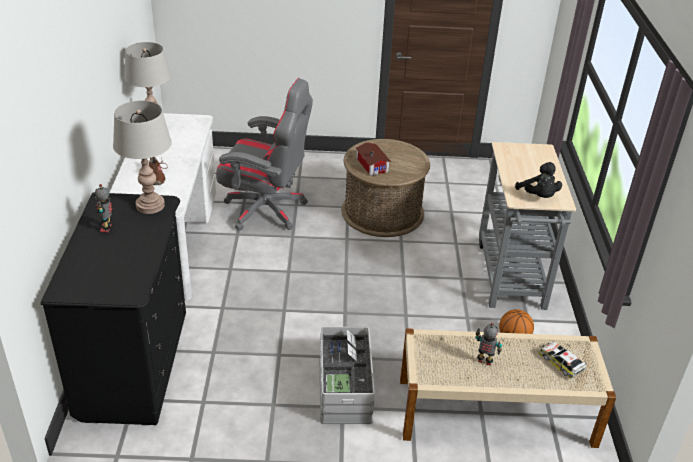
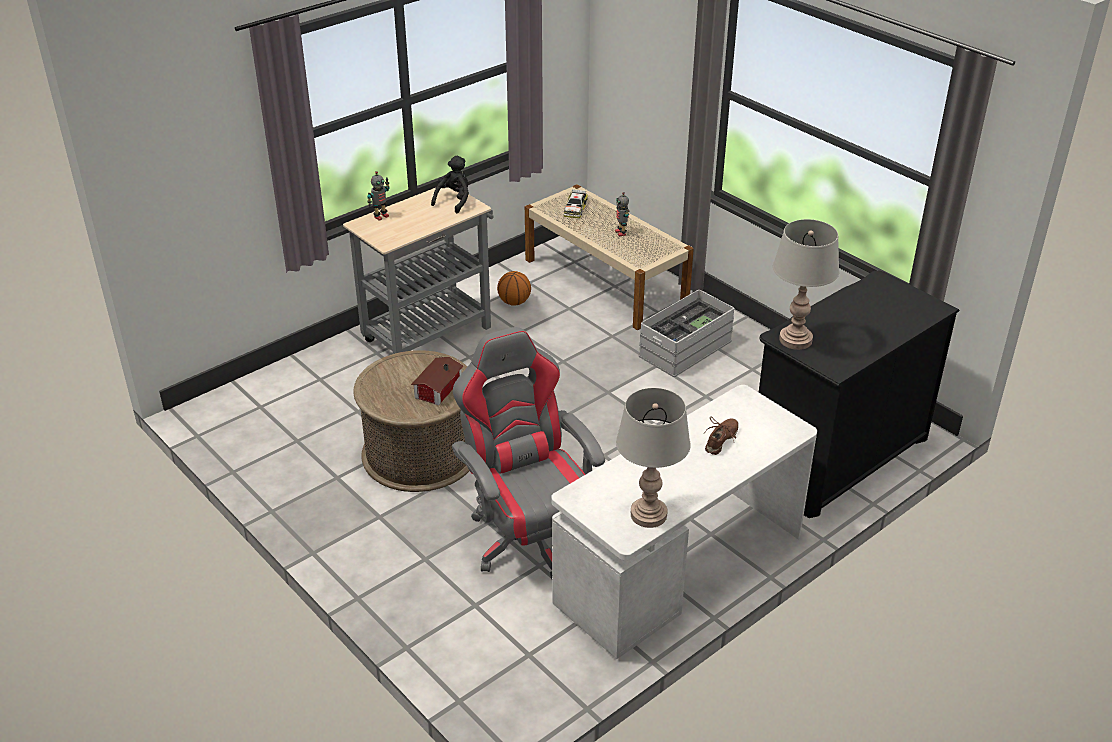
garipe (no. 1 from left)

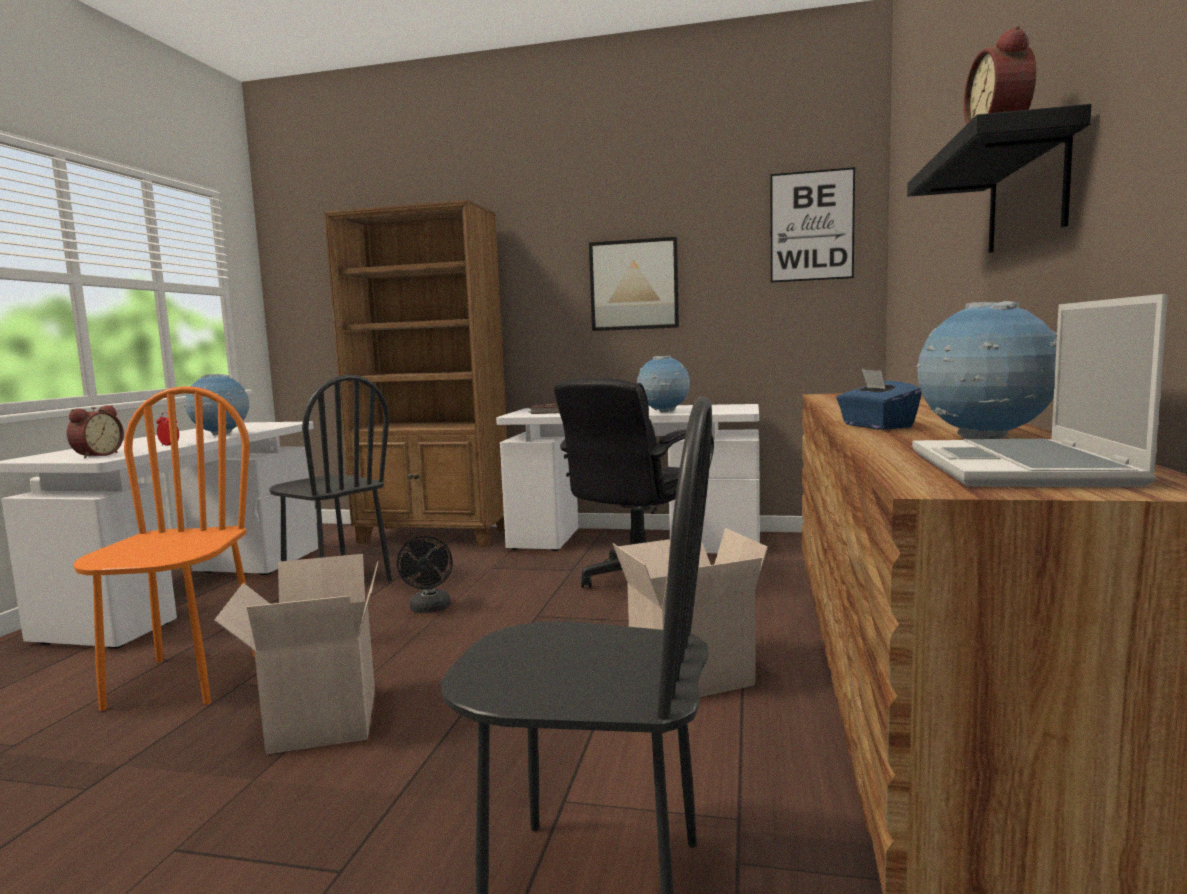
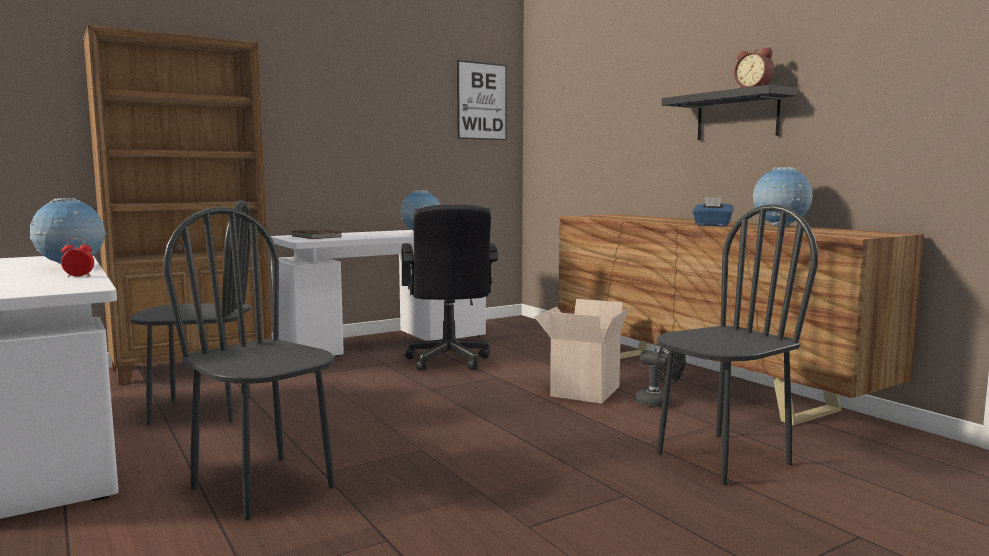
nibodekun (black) (no. 2 from left)
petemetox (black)
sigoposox (no. 1 from left in the first image)
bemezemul (no. 1 from left in the first image)
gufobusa (no. 1 from left in the first image)
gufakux

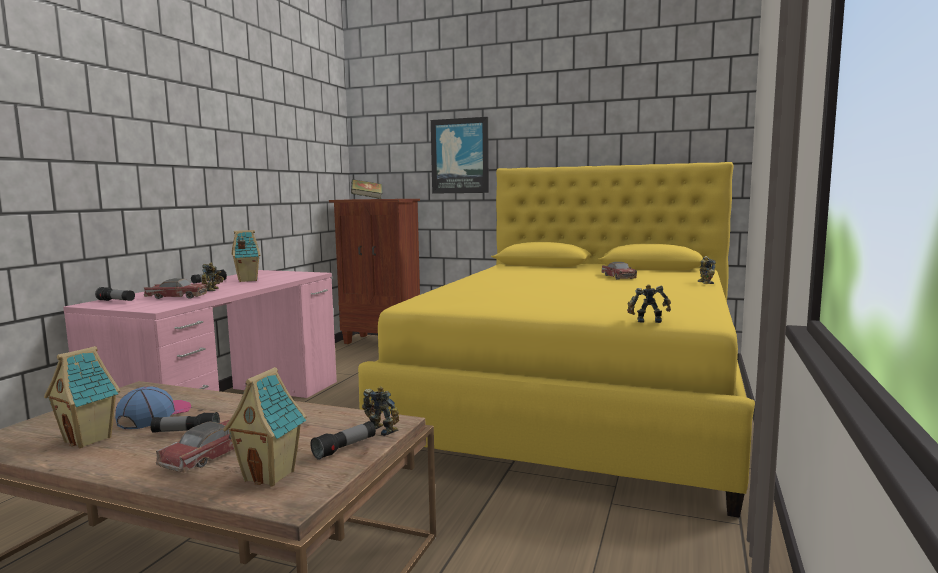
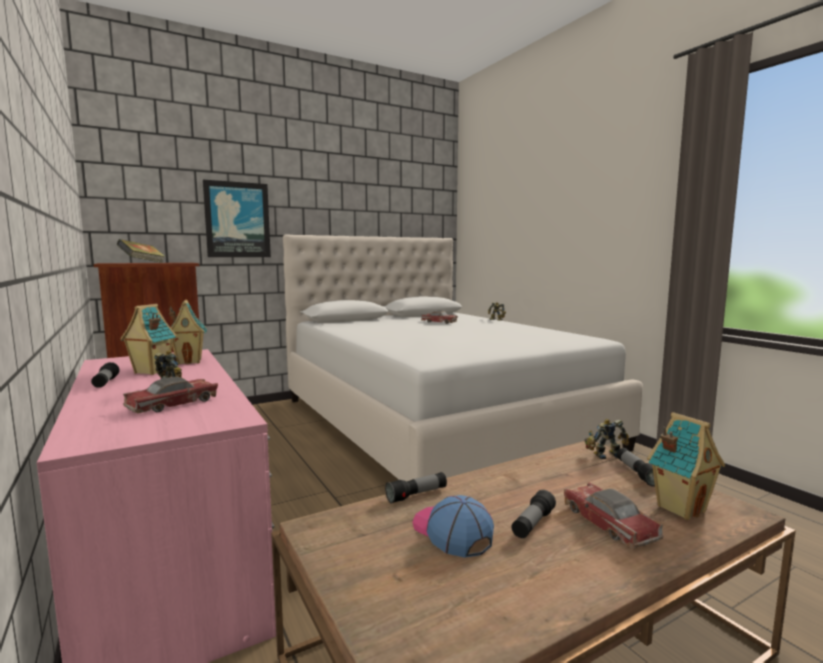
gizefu (no. 2 from left)
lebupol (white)
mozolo (no. 2 from left)
garipe (no. 3 from left in the first image)

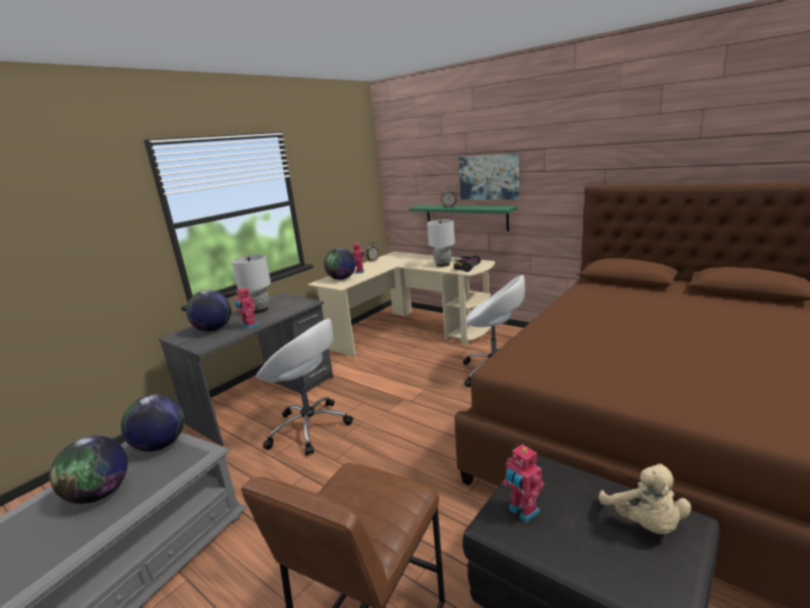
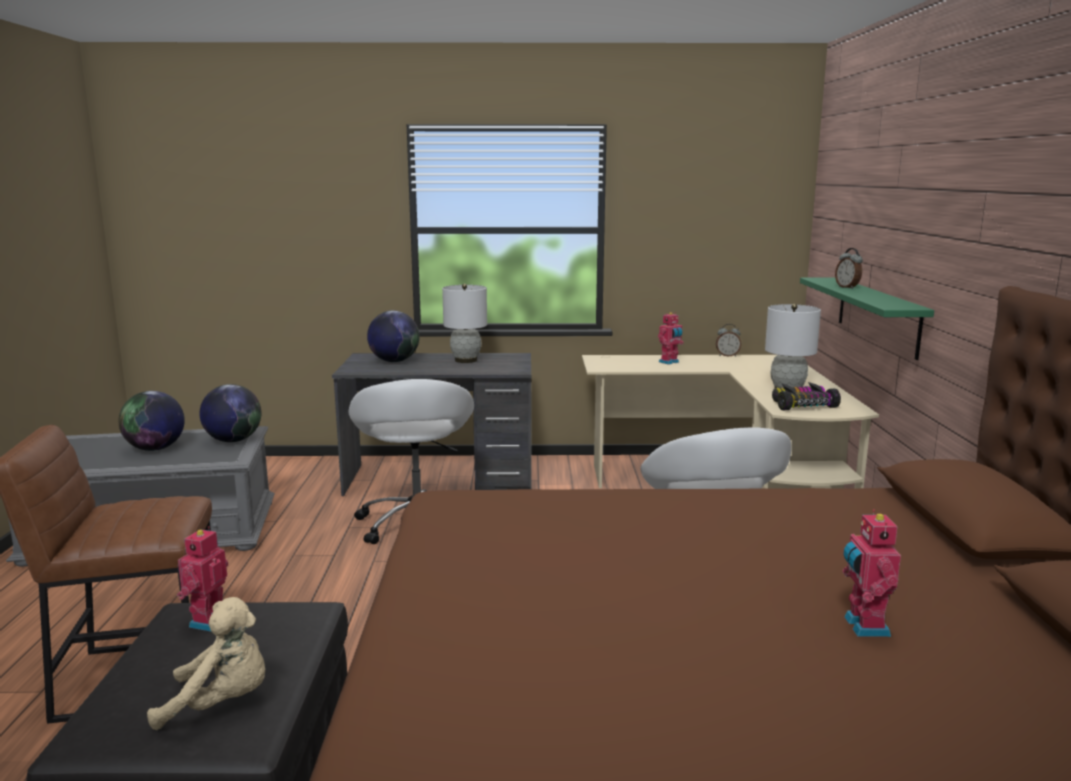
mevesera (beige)
garipe (no. 3 from left)
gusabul (no. 4 from left in the first image)
gufobusa

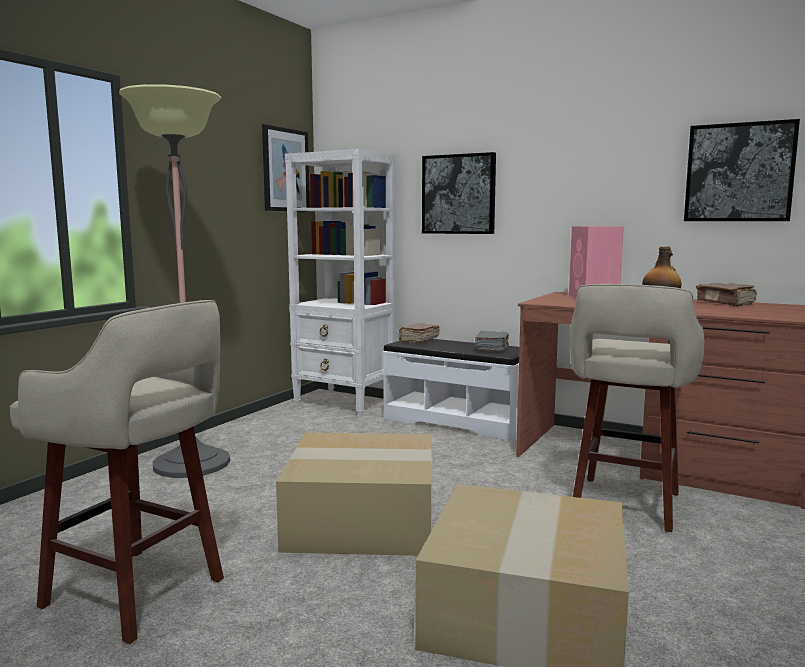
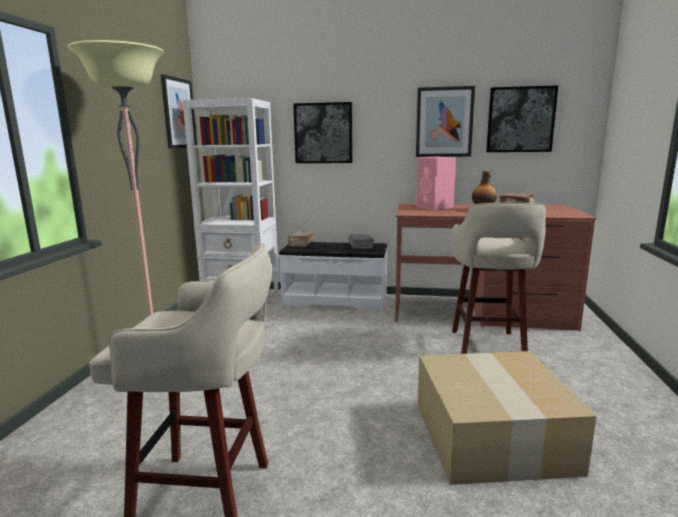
gufobusa (no. 3 from left)
bemezemul (no. 1 from left in the first image)

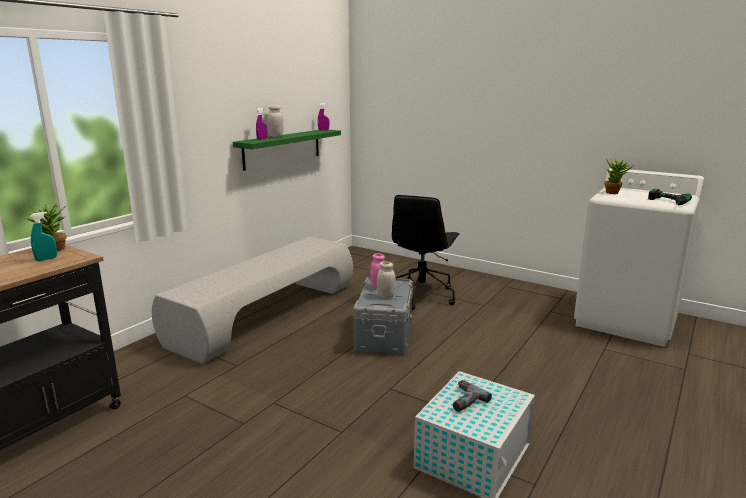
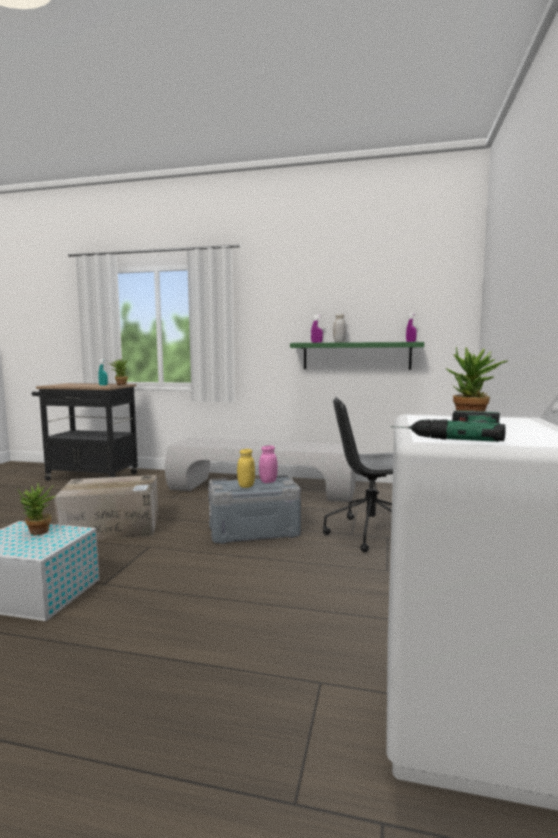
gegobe (no. 1 from left)
bemezemul
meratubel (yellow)

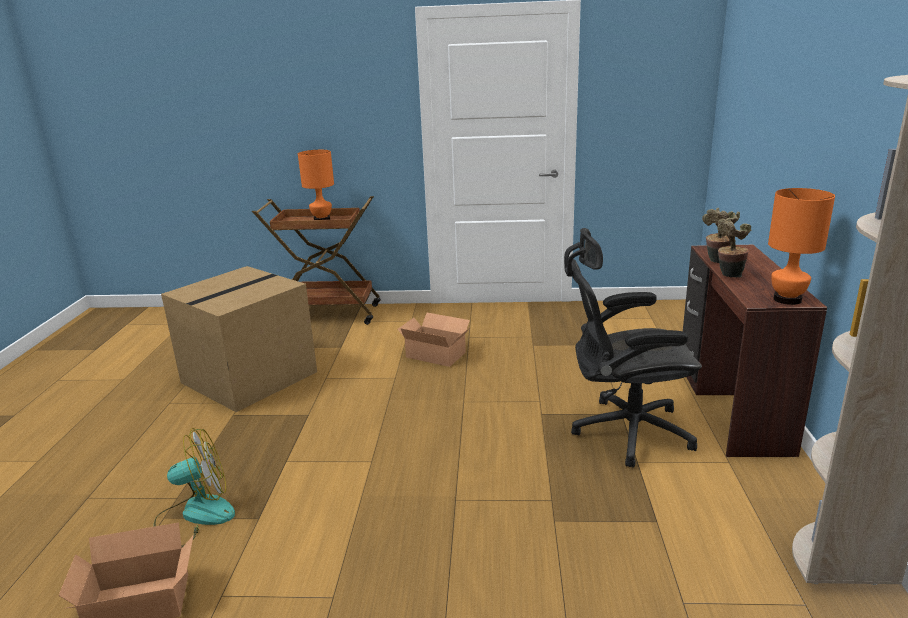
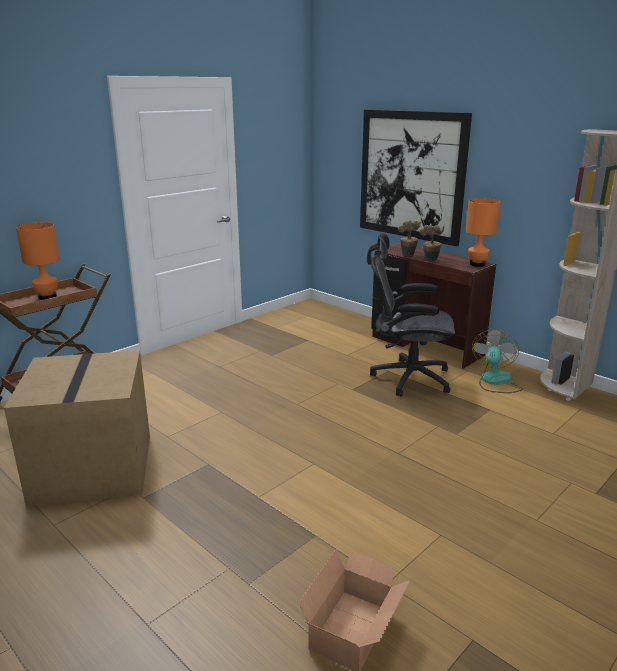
gufobusa
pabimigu
petemetox
bemezemul (no. 3 from left in the first image)

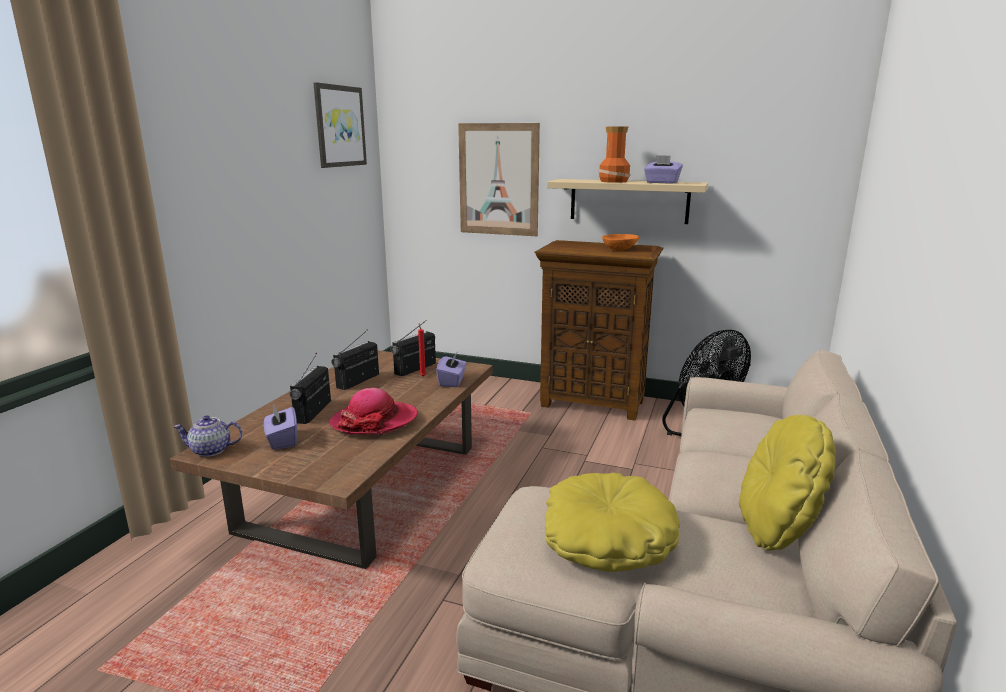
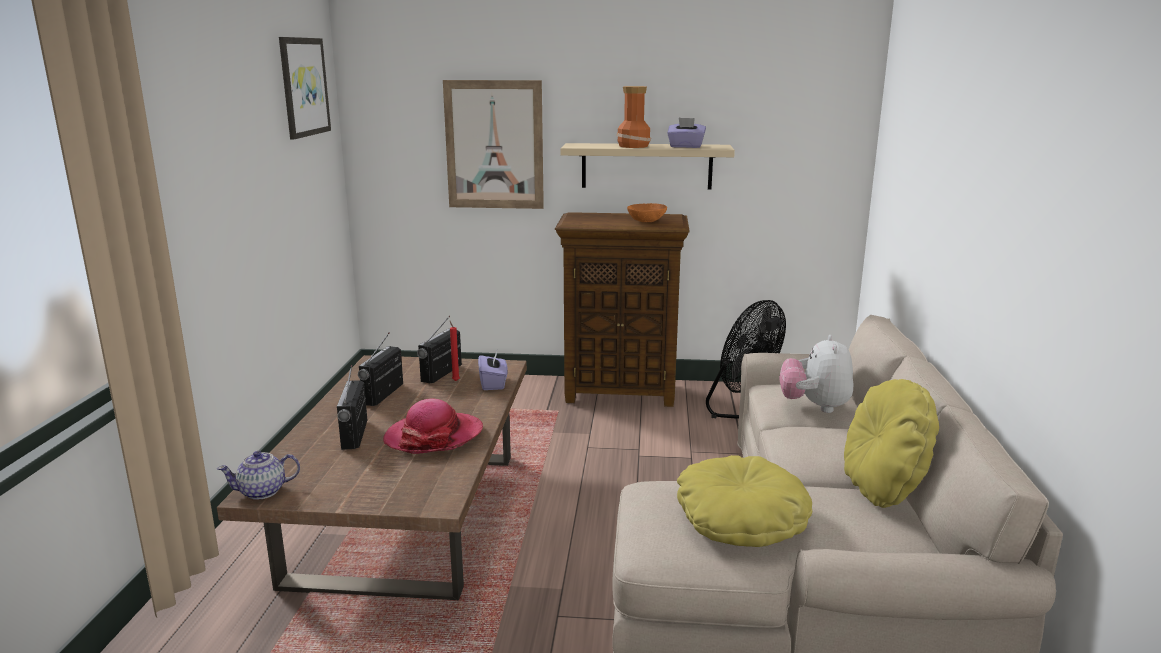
mevesera
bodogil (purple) (no. 1 from left in the first image)

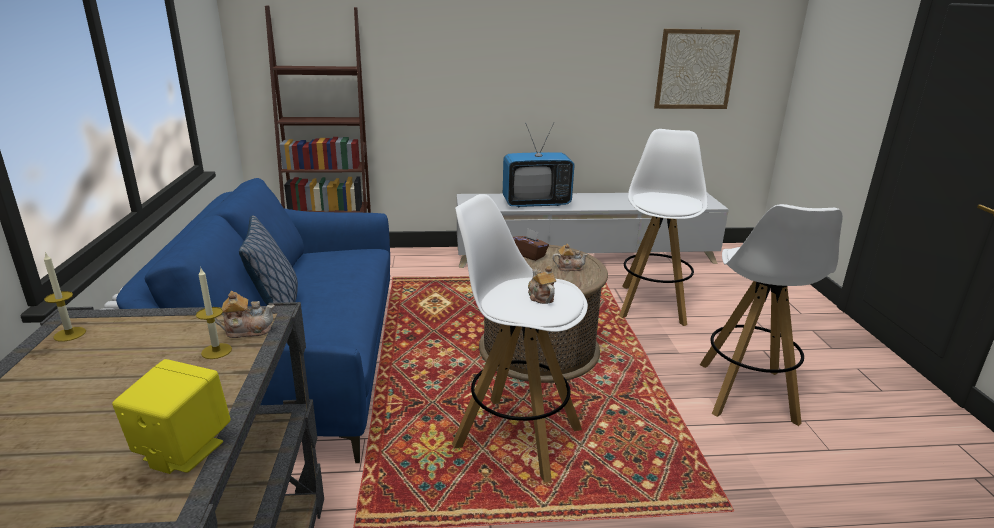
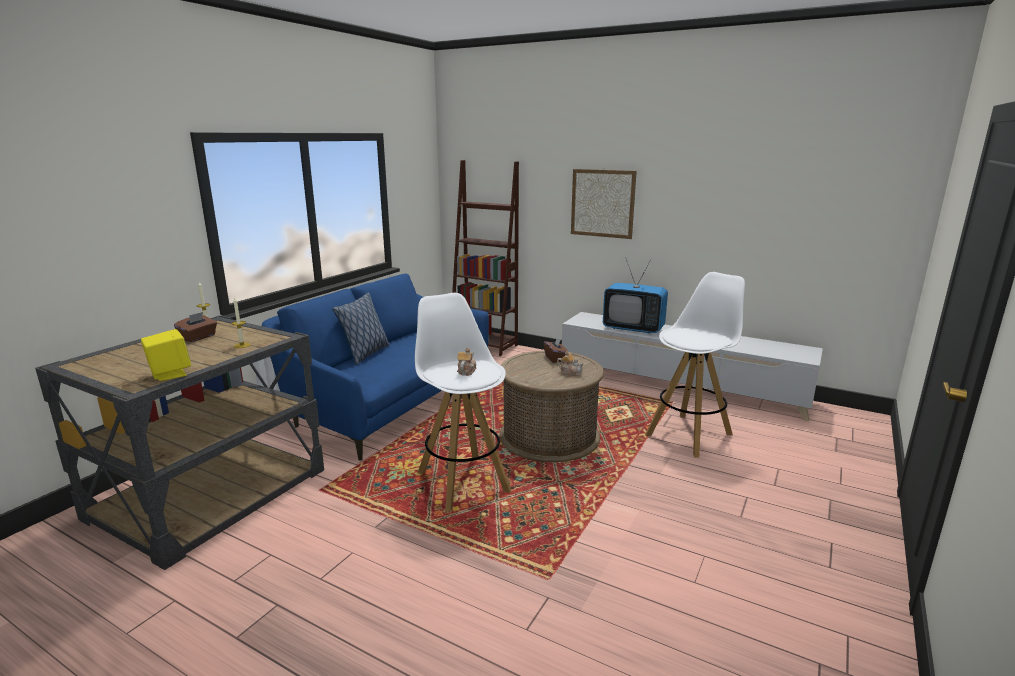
bodogil (brown) (no. 1 from left)
gufobusa
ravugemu (no. 1 from left in the first image)
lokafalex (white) (no. 3 from left in the first image)

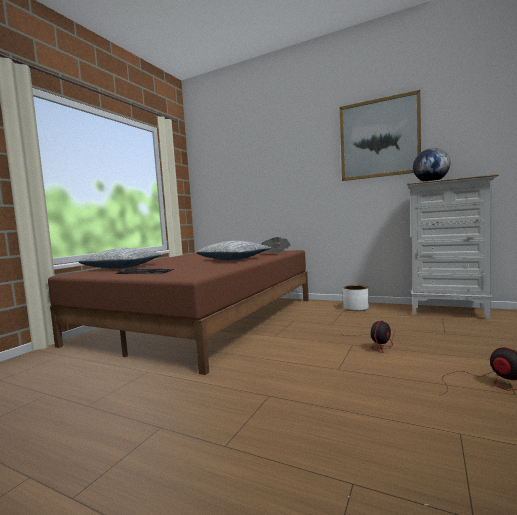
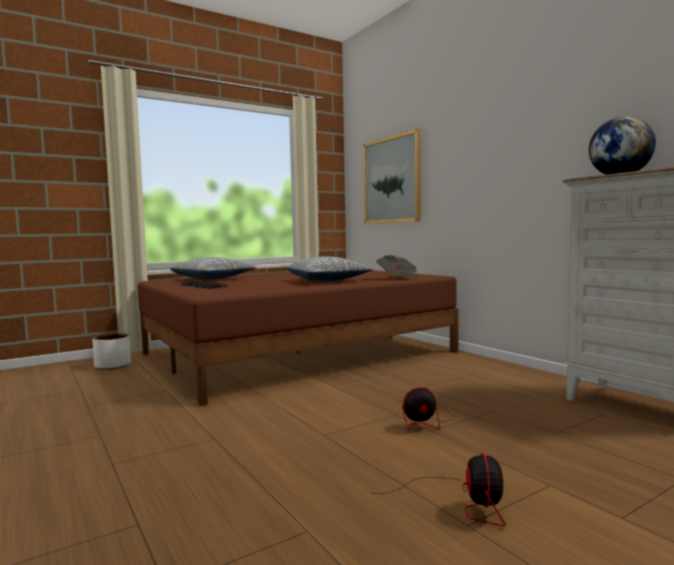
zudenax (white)
gufobusa

